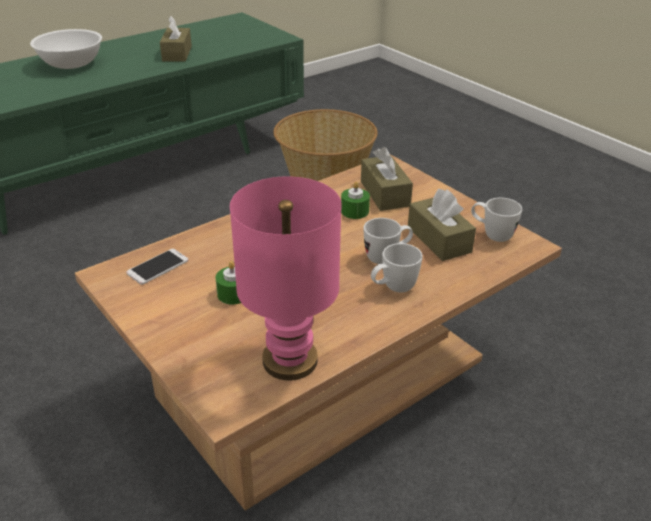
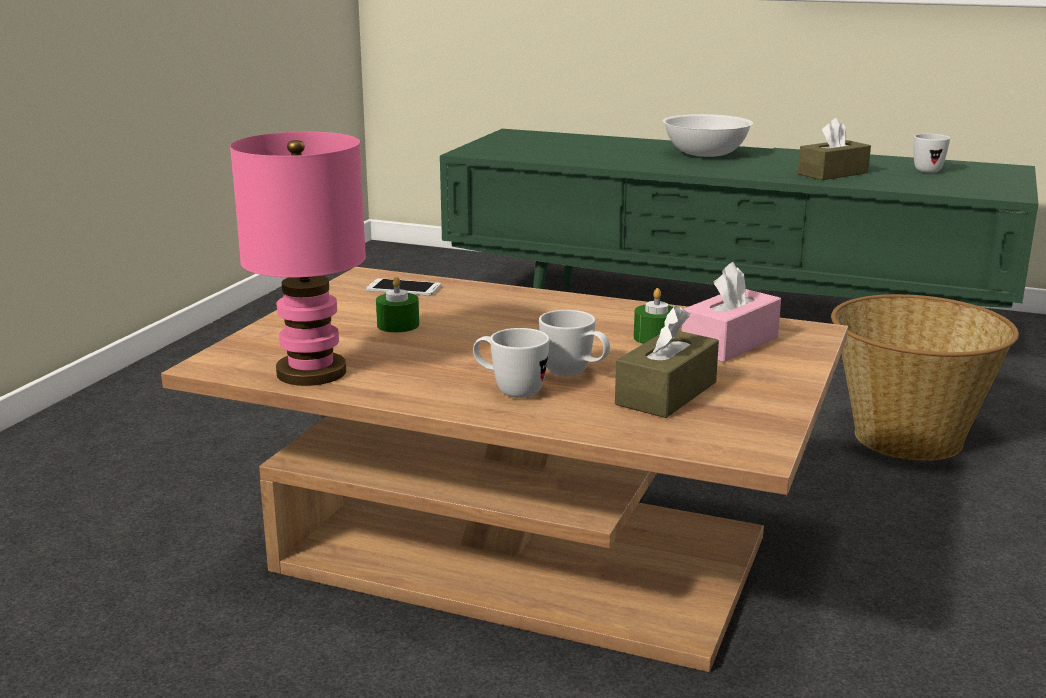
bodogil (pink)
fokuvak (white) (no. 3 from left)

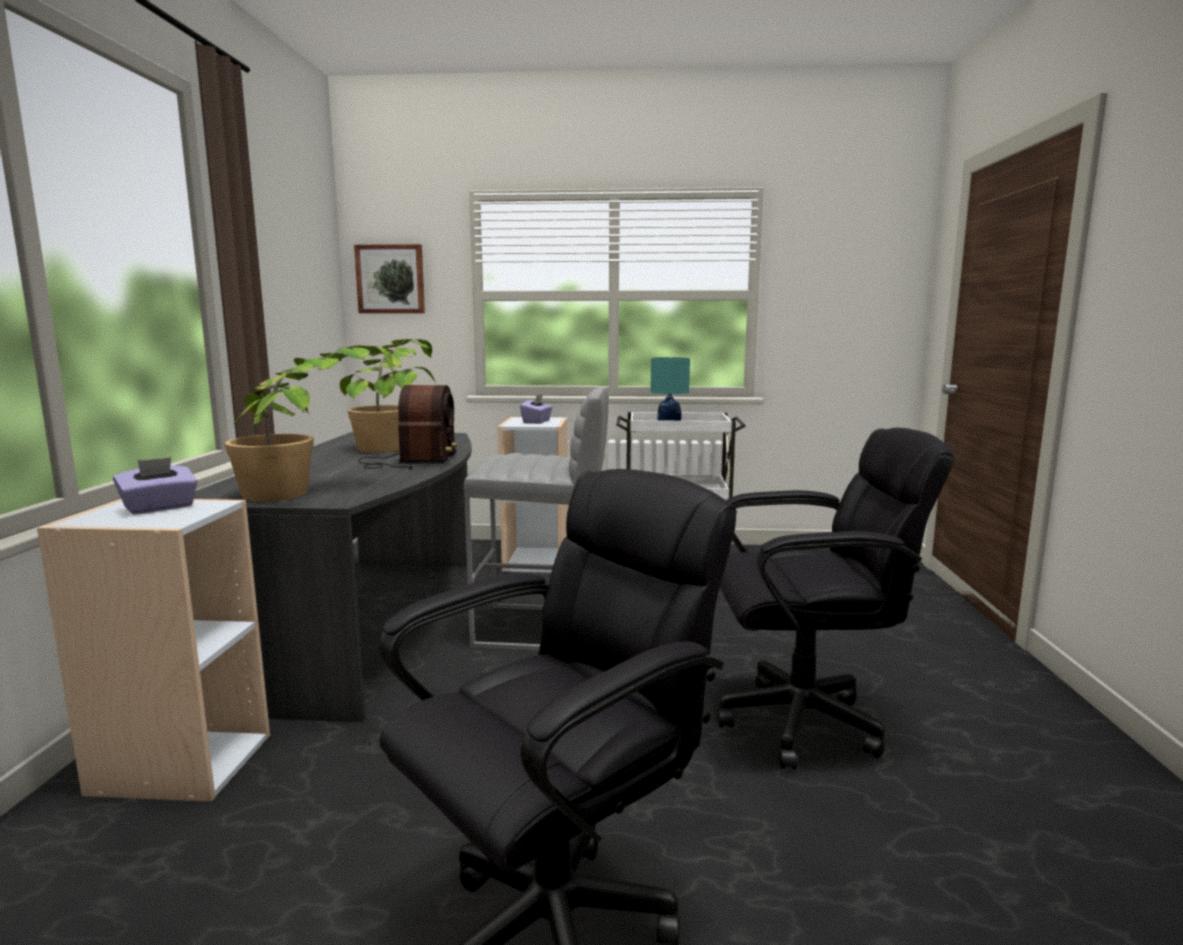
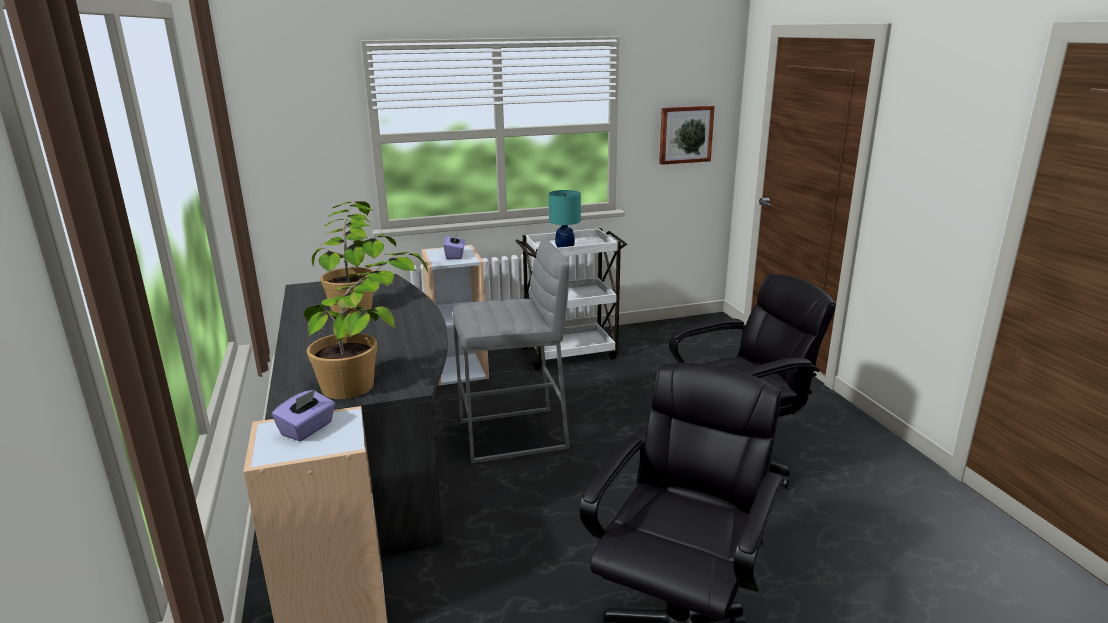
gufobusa
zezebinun

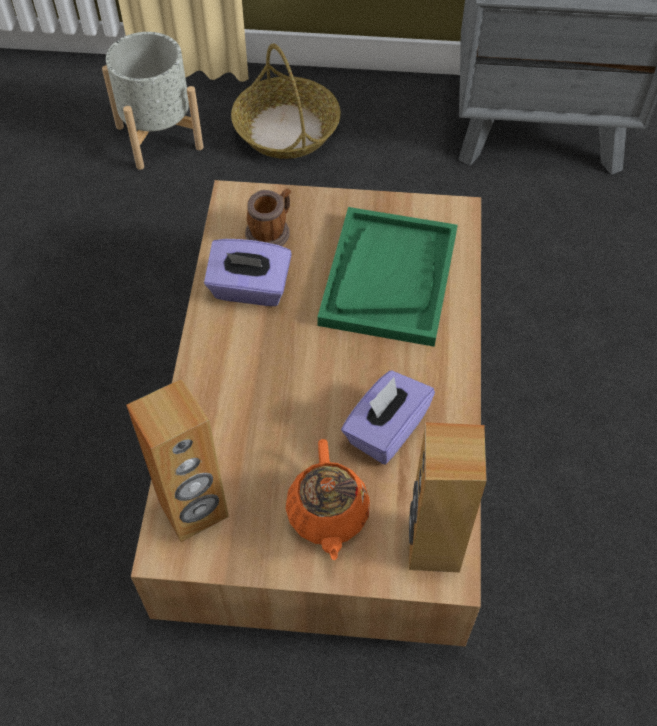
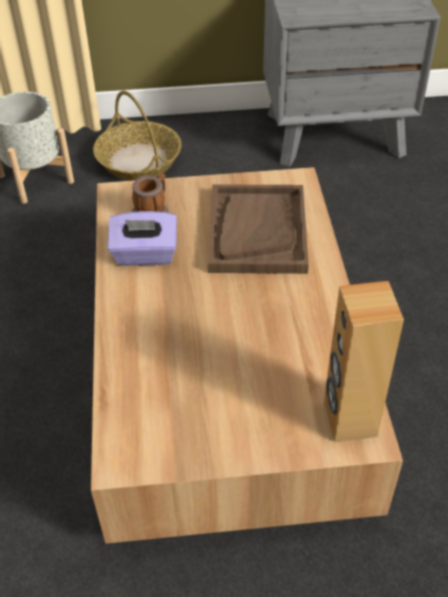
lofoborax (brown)
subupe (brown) (no. 1 from left in the first image)
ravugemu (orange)
bodogil (purple) (no. 2 from left in the first image)

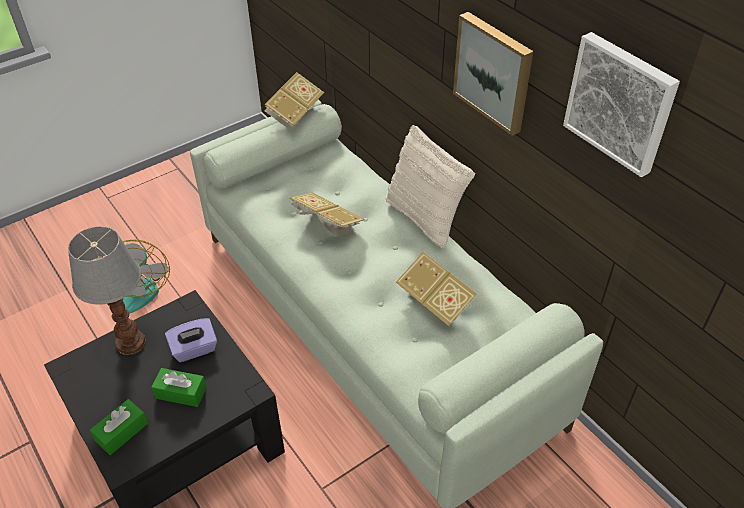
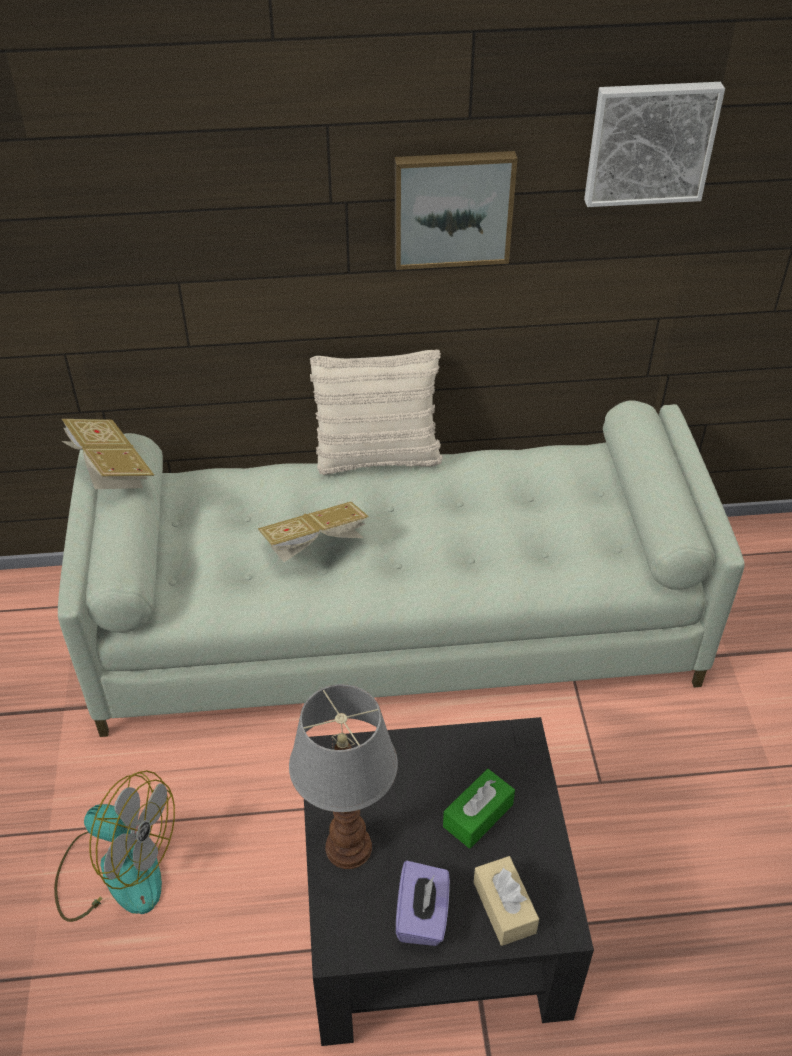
bodogil (purple)
bodogil (beige)
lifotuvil (no. 3 from left in the first image)

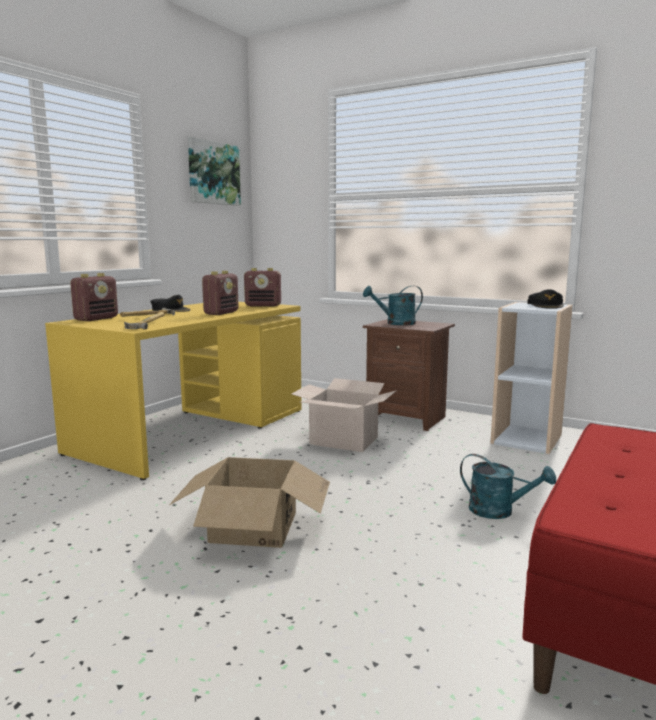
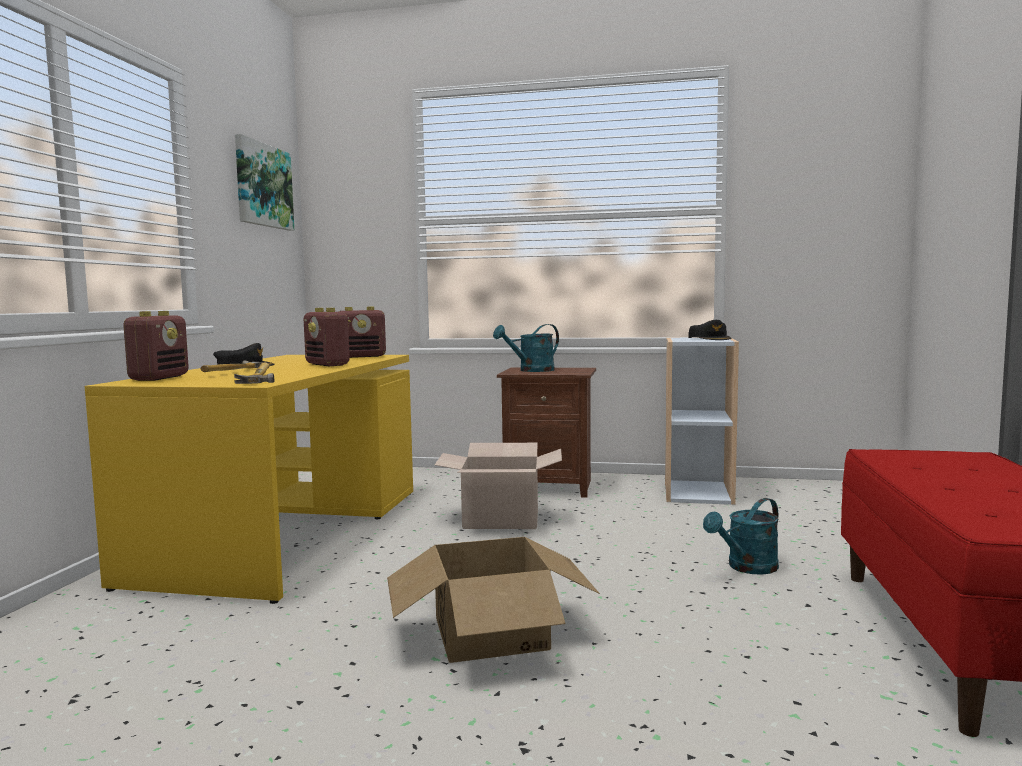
zezebinun (no. 2 from left)
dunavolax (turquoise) (no. 2 from left)

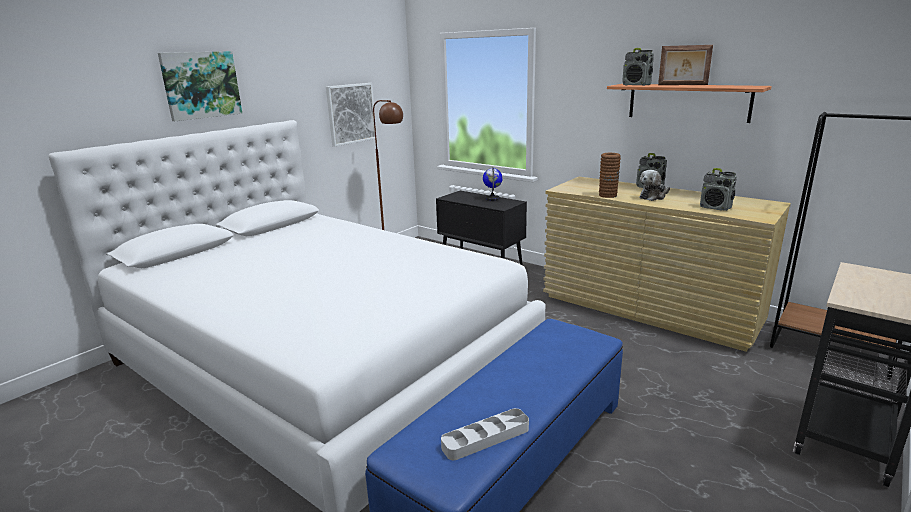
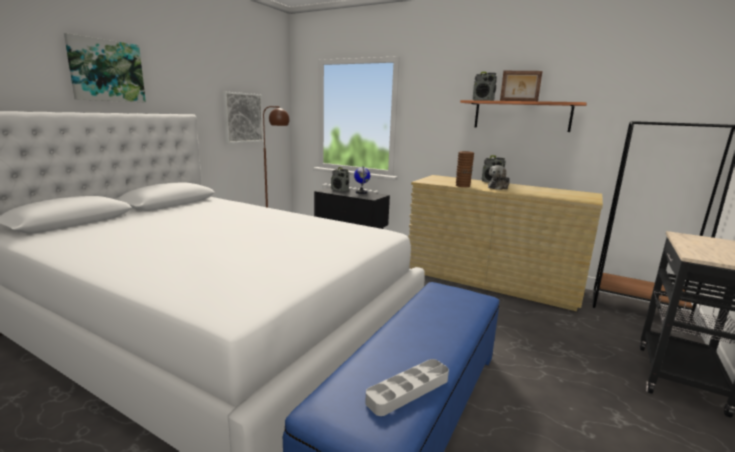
zezebinun (no. 1 from left)

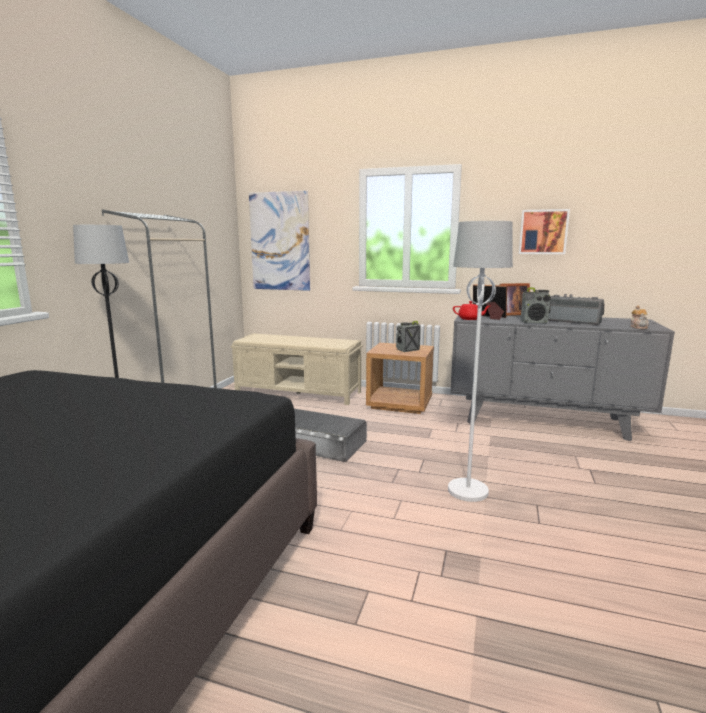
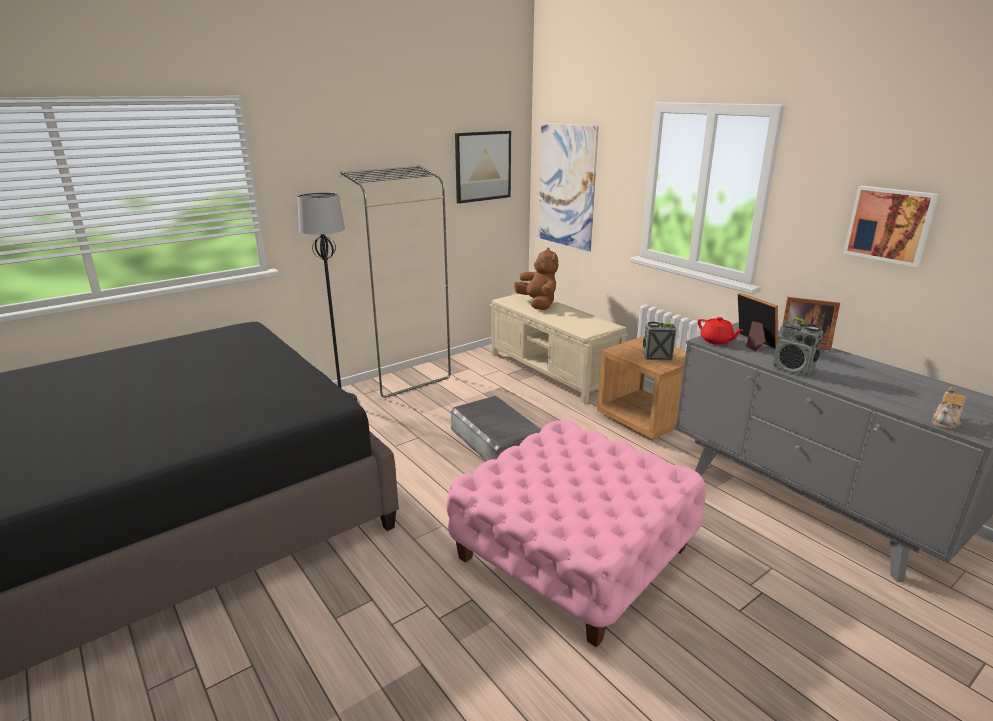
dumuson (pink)
gufobusa (no. 1 from left)
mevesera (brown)
zezebinun (no. 3 from left in the first image)

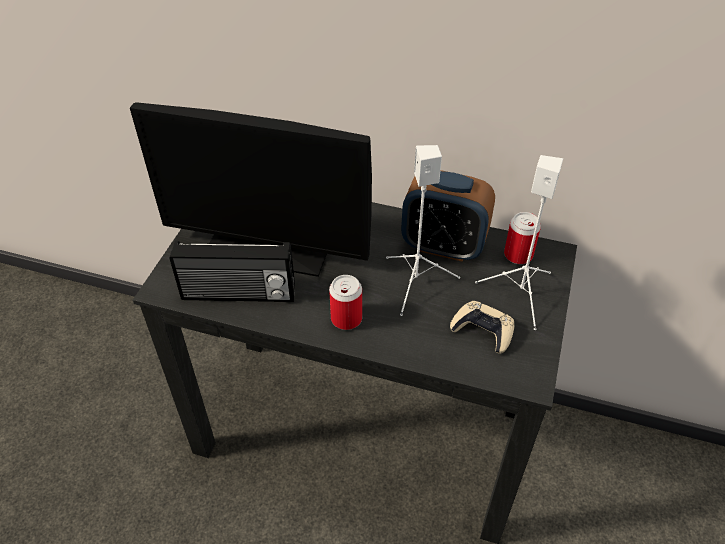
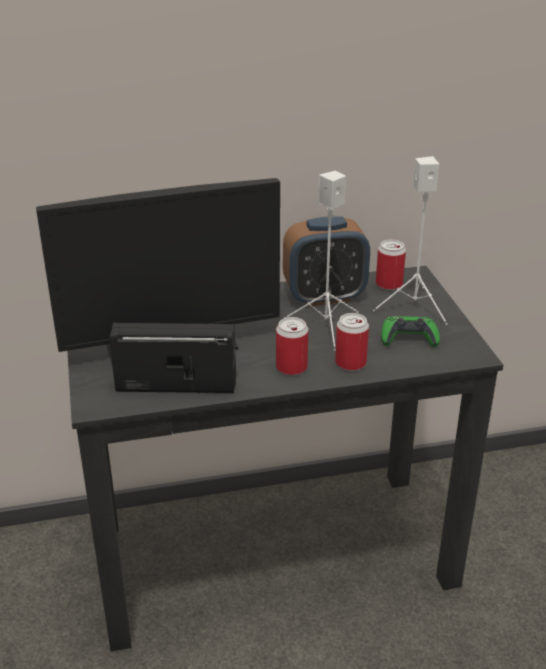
zezebinun
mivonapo (no. 2 from left)
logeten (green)

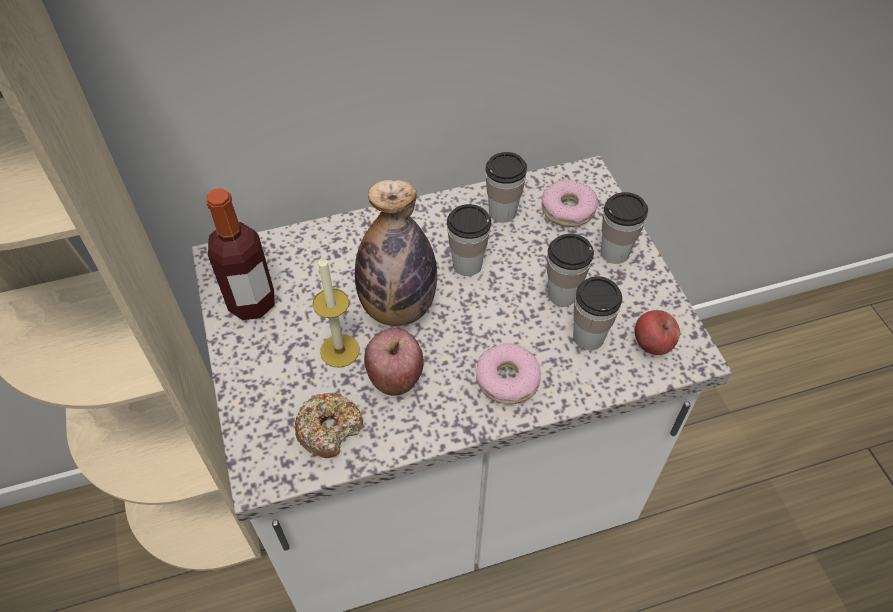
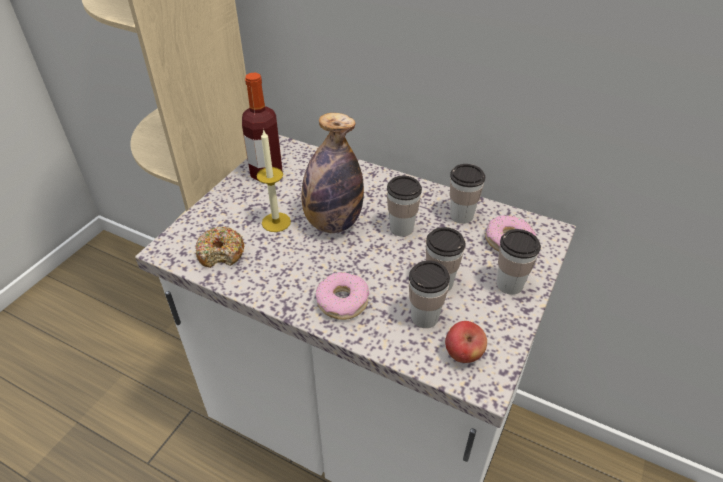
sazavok (no. 1 from left in the first image)

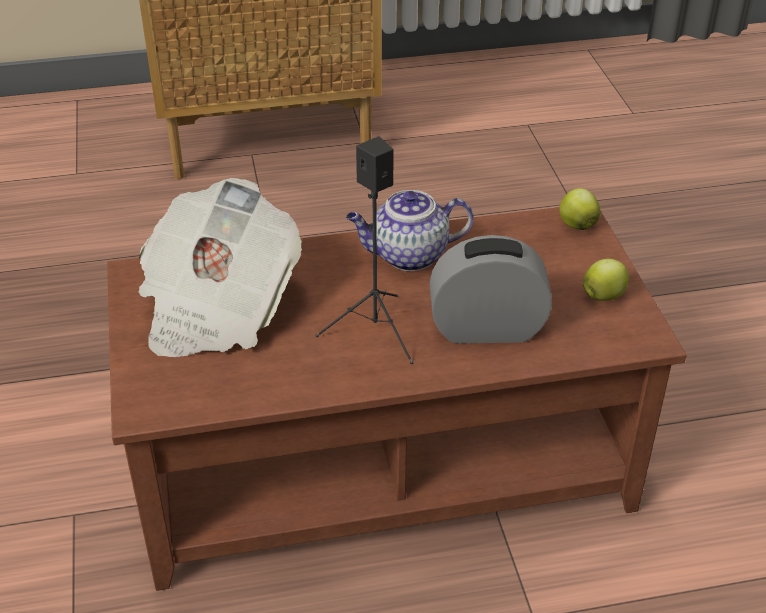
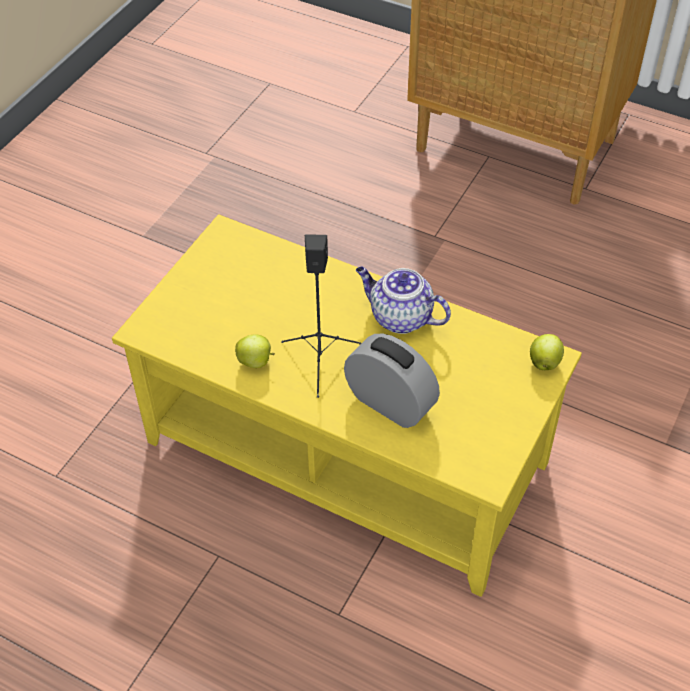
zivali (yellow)
sazavok (no. 1 from left)
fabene

